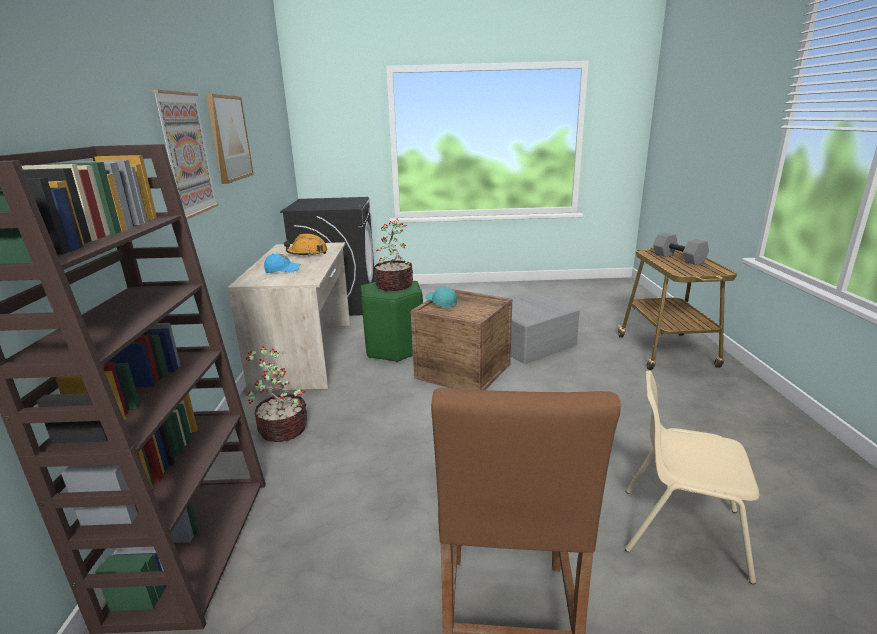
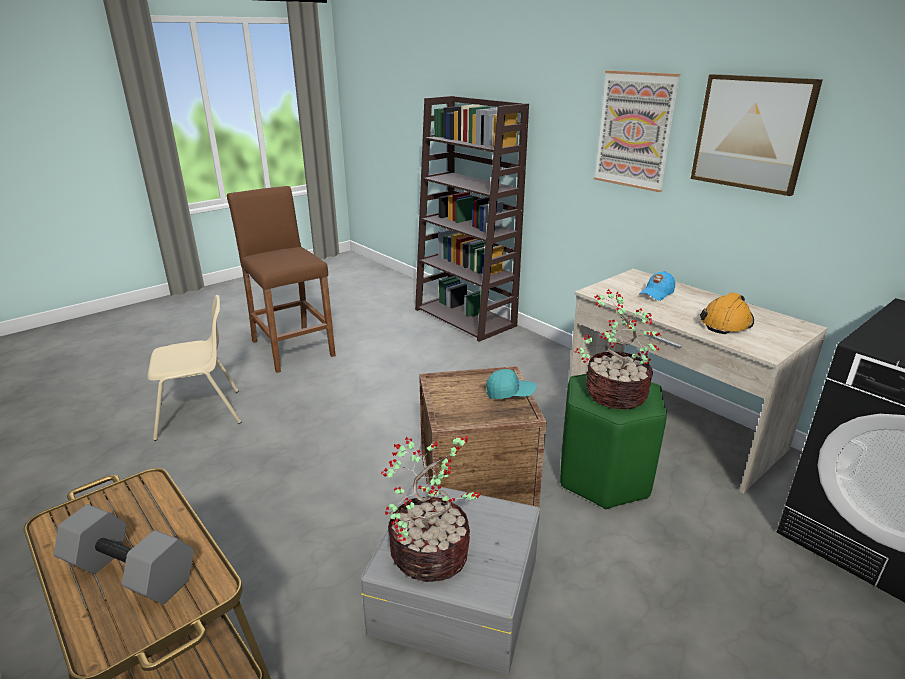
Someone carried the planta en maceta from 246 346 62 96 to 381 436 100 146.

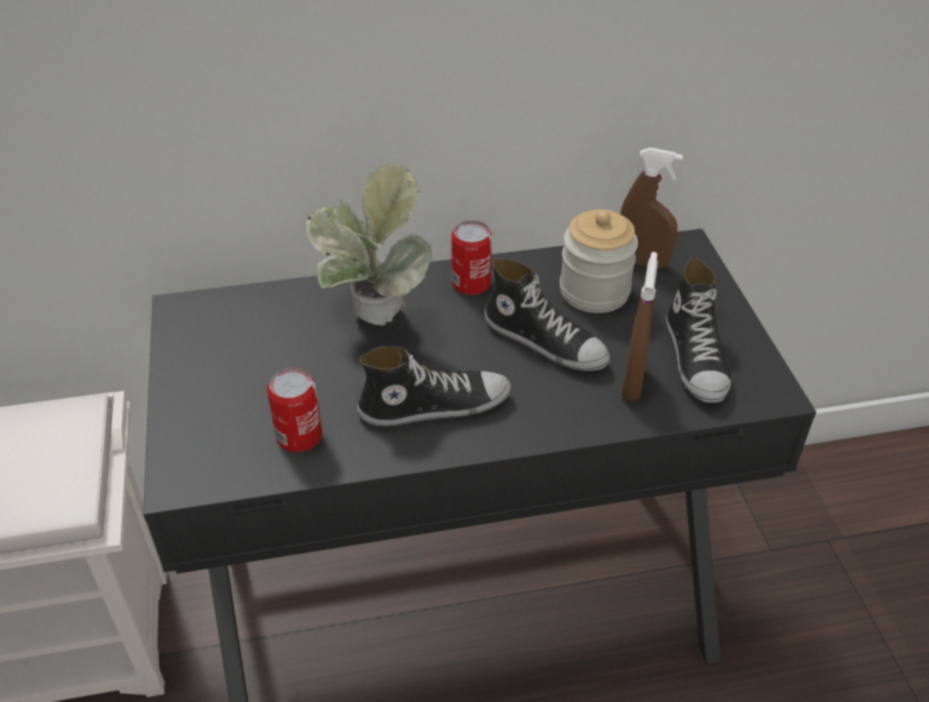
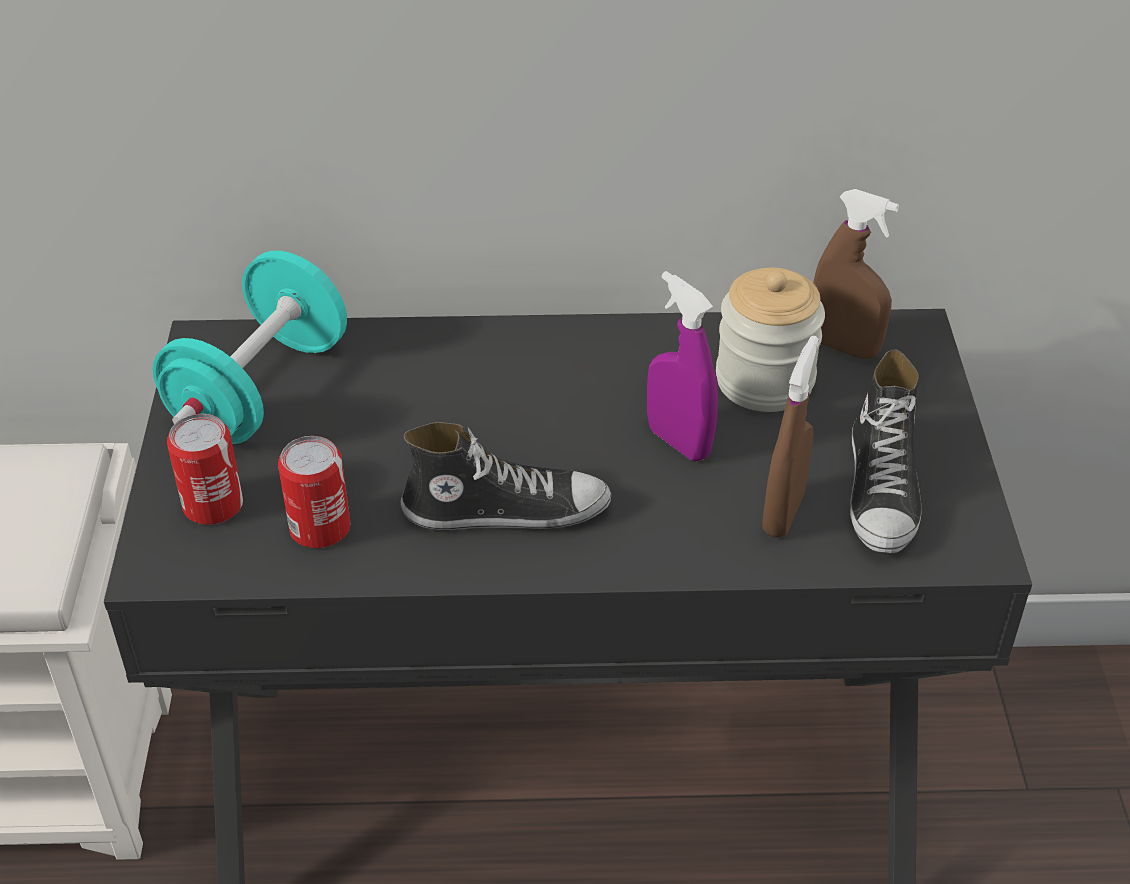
Someone took away the planta en maceta at 306 164 126 161. Someone carried the lata from 451 220 41 75 to 167 414 76 111. Someone swapped the zapato at 485 259 125 112 for the pulverizador (morado) at 647 271 71 190. Someone put down the mancuerna (turquesa) at 153 251 194 193.

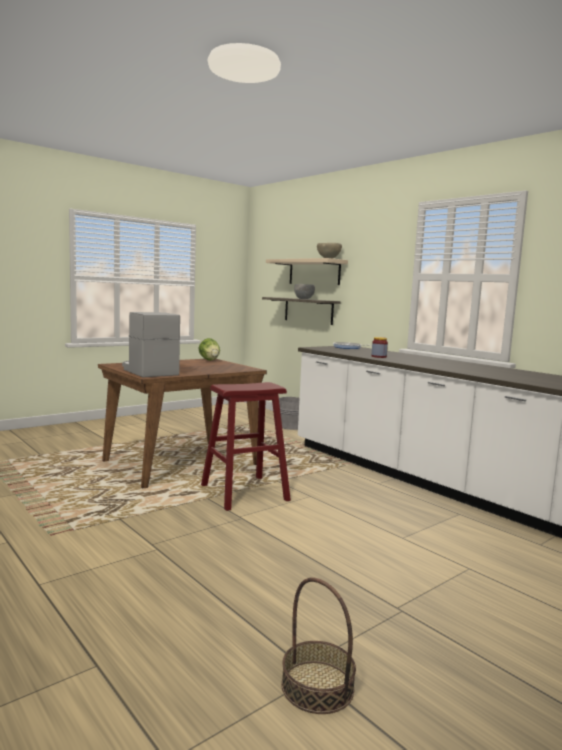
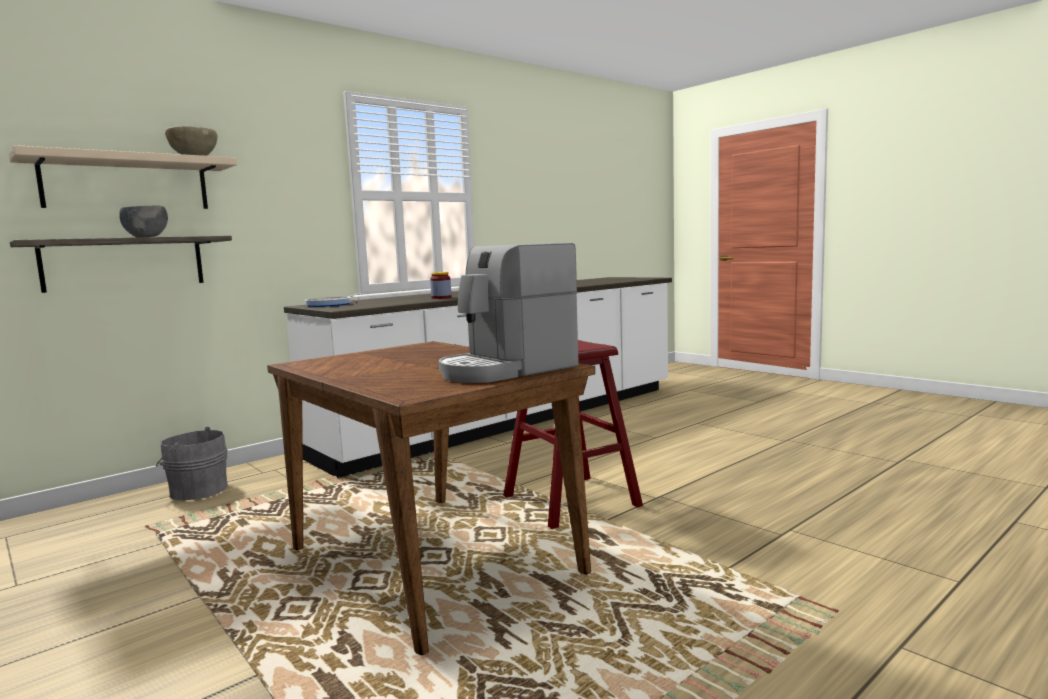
Someone took away the lechuga at 198 338 22 23. Someone took away the cesta at 281 577 75 137.

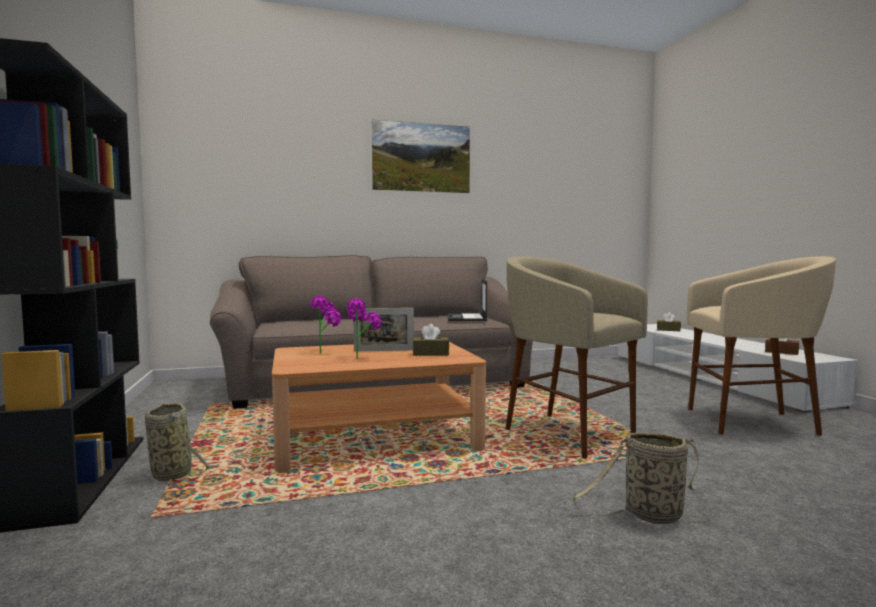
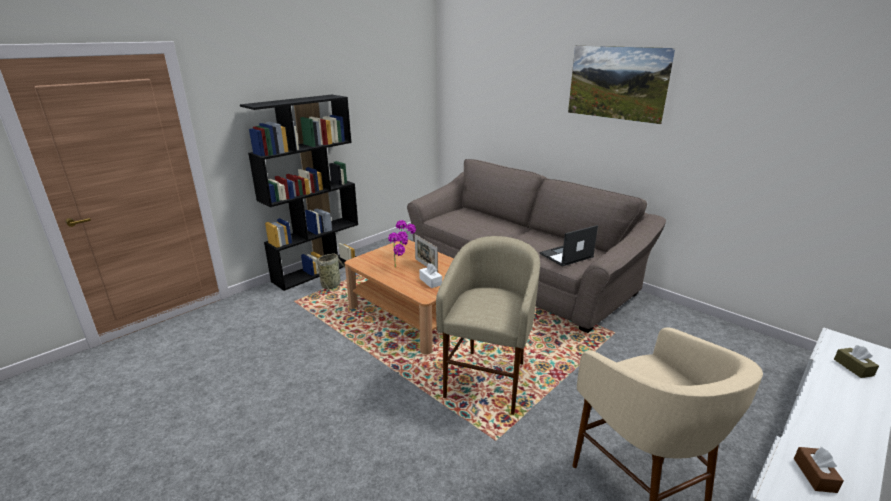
Someone repainted the caja de pañuelos (marrón) at 413 324 36 32, which became the caja de pañuelos (blanco) at 419 263 23 25. Someone took away the cesta at 571 432 141 92.

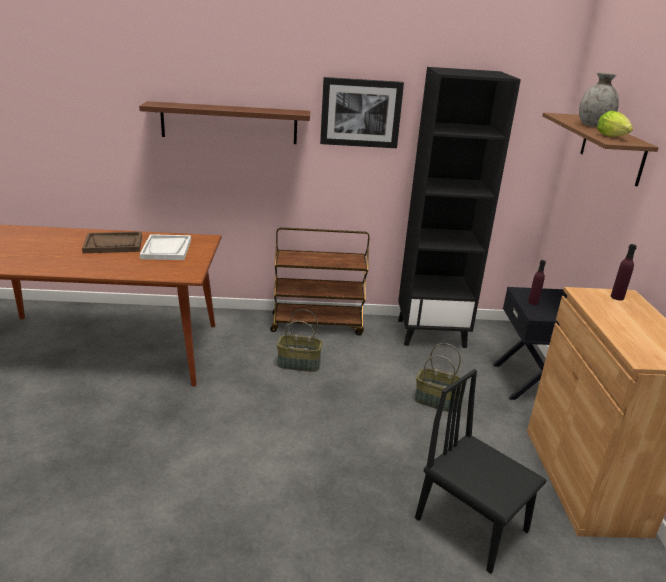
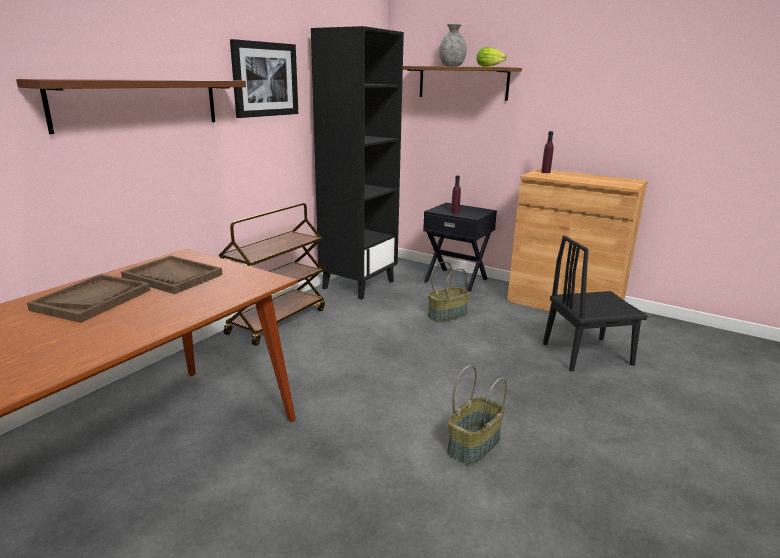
Someone repainted the bandeja (blanco) at 140 234 51 26, which became the bandeja (marrón) at 121 255 102 39. Someone carried the cesta from 277 309 46 63 to 447 365 60 101.

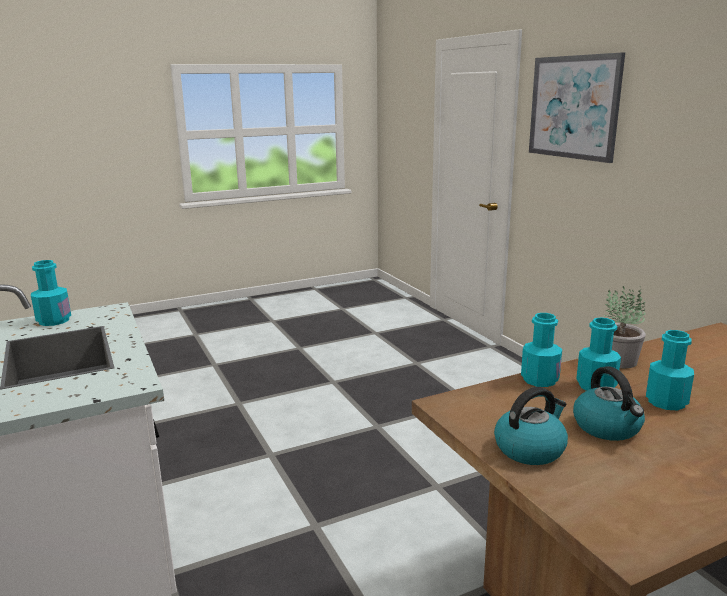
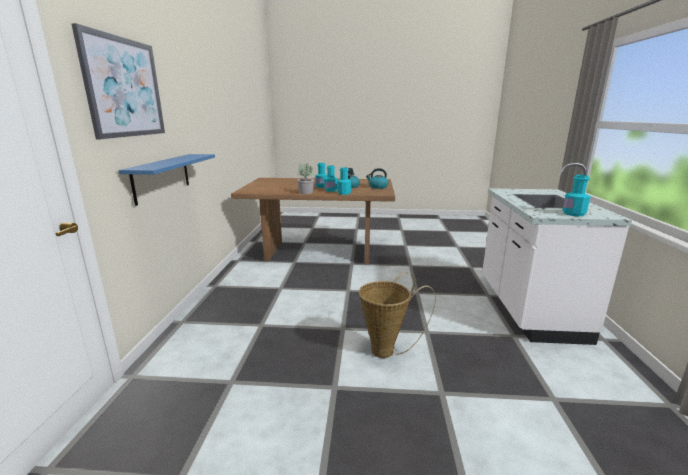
Someone put up the estante (azul) at 119 154 96 52. Someone put down the cesta at 359 272 77 86.

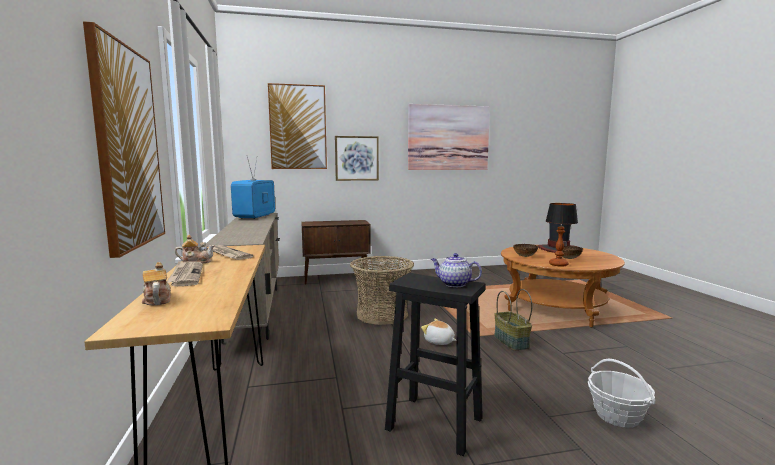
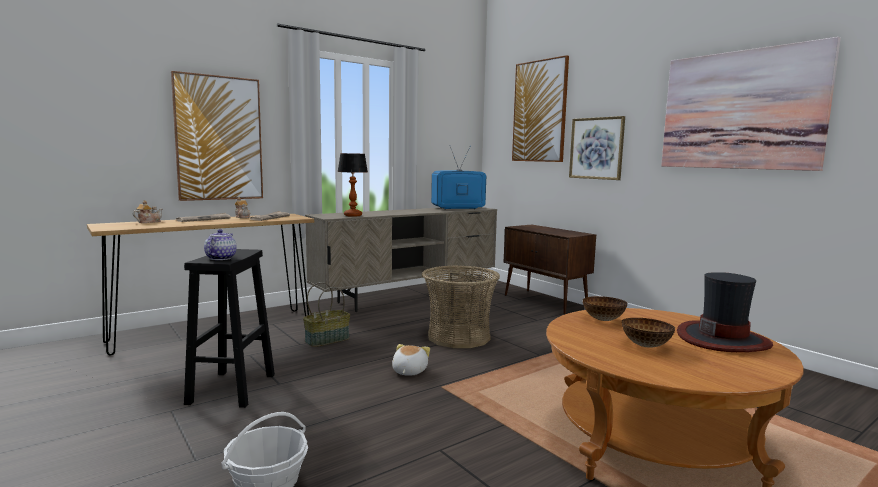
Someone carried the cesta from 494 289 38 62 to 303 282 47 65. Someone carried the lámpara de mesa from 546 203 32 64 to 337 153 31 64.

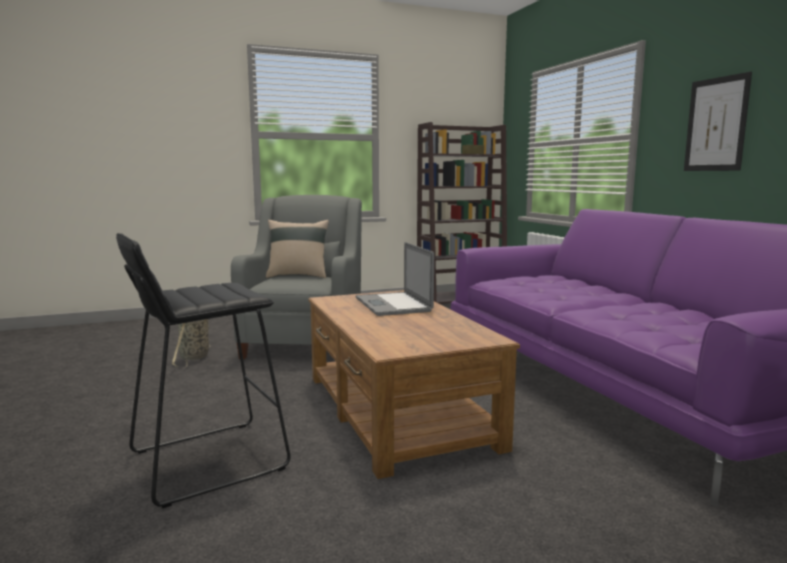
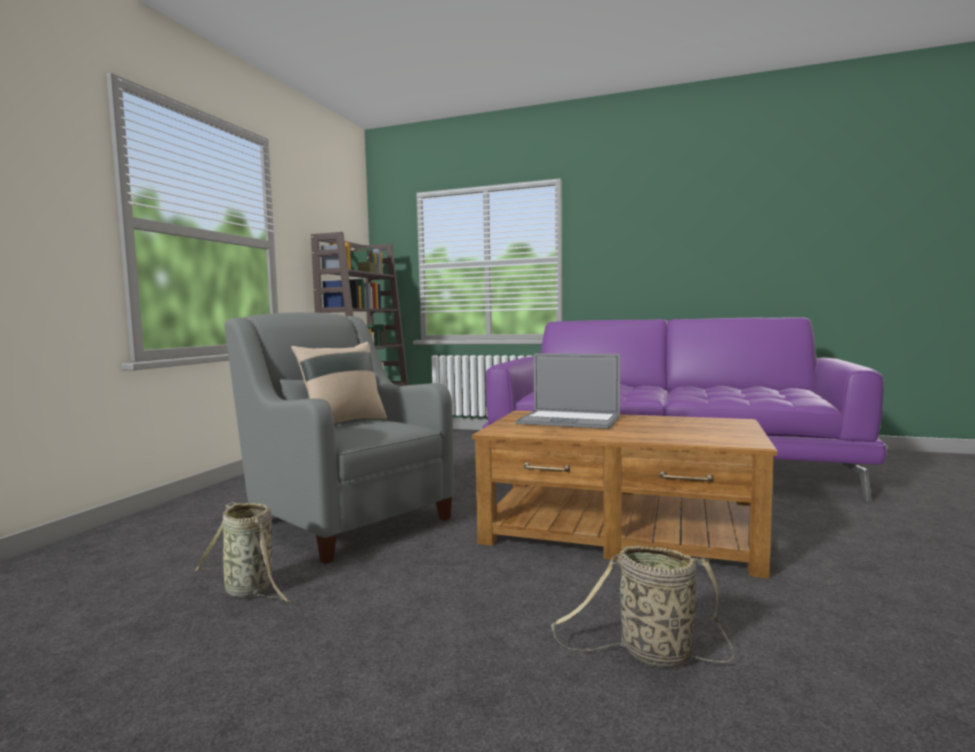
Someone swapped the taburete (negro) at 116 233 175 275 for the cesta at 551 545 183 123. Someone took away the cuadro at 684 72 68 99.

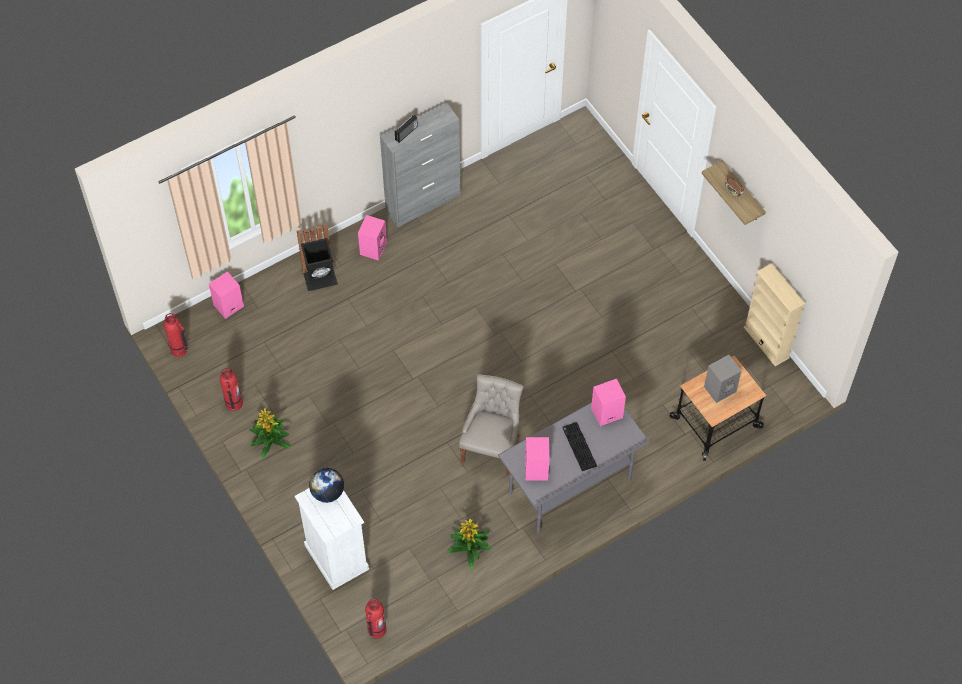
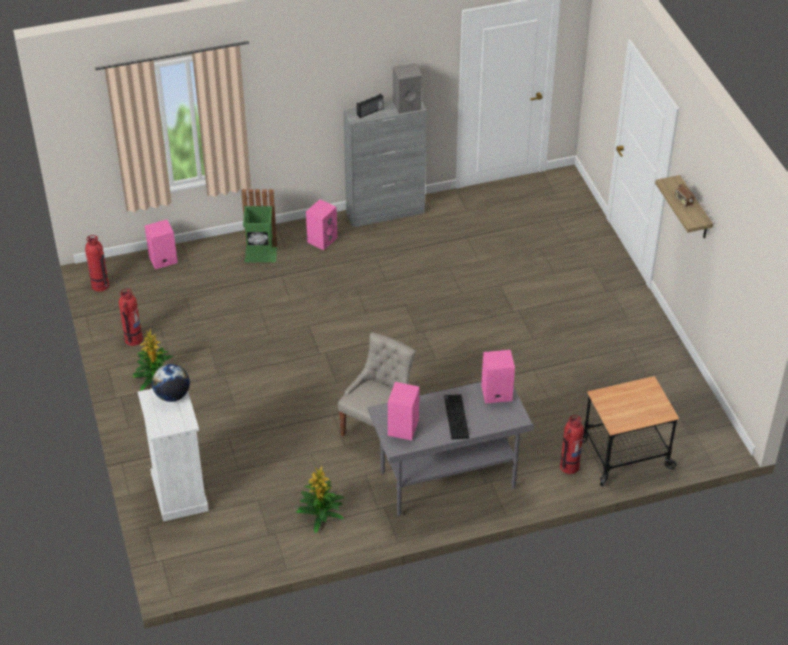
Someone repainted the papelera (negro) at 297 224 41 67, which became the papelera (verde) at 242 189 35 73. Someone carried the extintor from 365 599 21 40 to 560 415 24 59. Someone carried the altavoz (gris) from 704 355 38 48 to 393 63 29 51. Someone took away the estantería (beis) at 744 263 61 103.

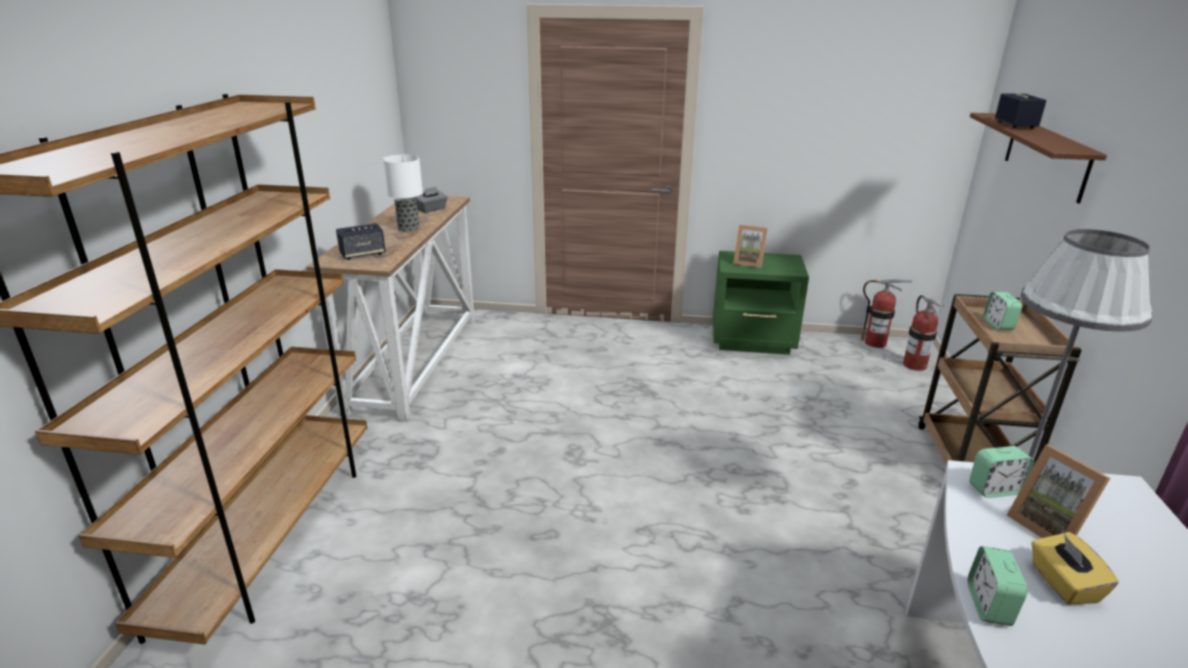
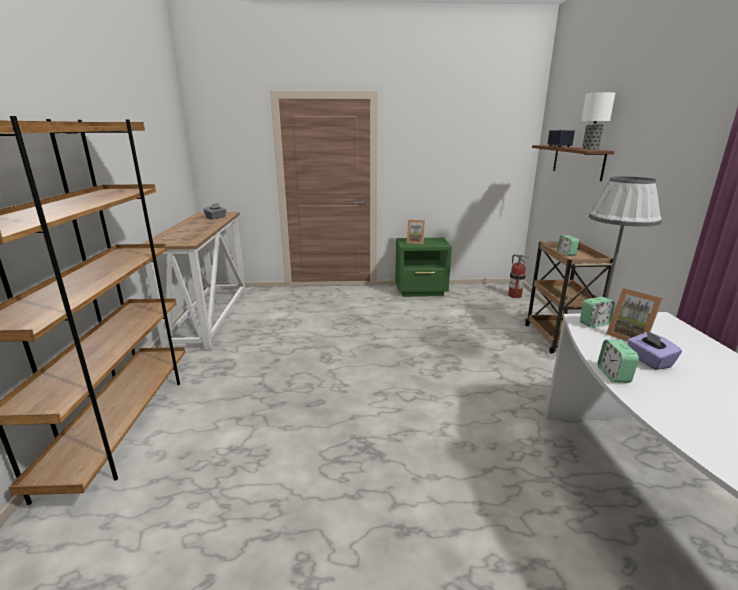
Someone took away the altavoz at 336 223 50 37. Someone carried the lámpara de mesa from 382 155 41 77 to 581 92 34 58. Someone took away the extintor at 861 279 51 69. Someone repainted the caja de pañuelos (amarillo) at 1031 532 88 73, which became the caja de pañuelos (morado) at 627 330 55 40.

